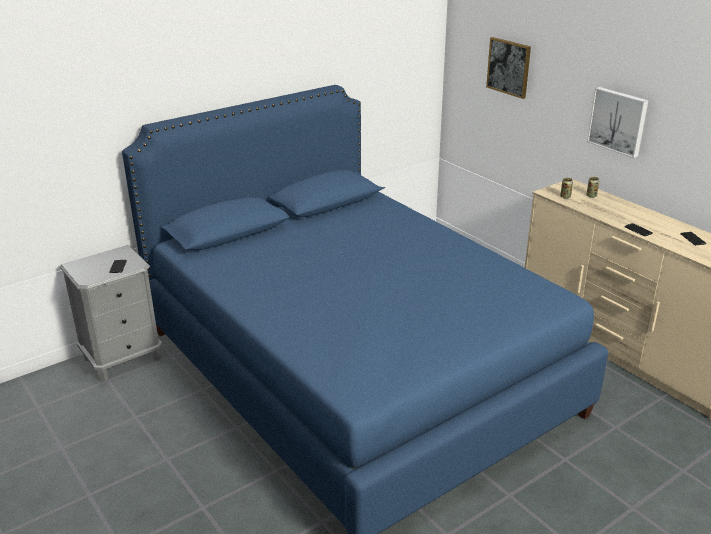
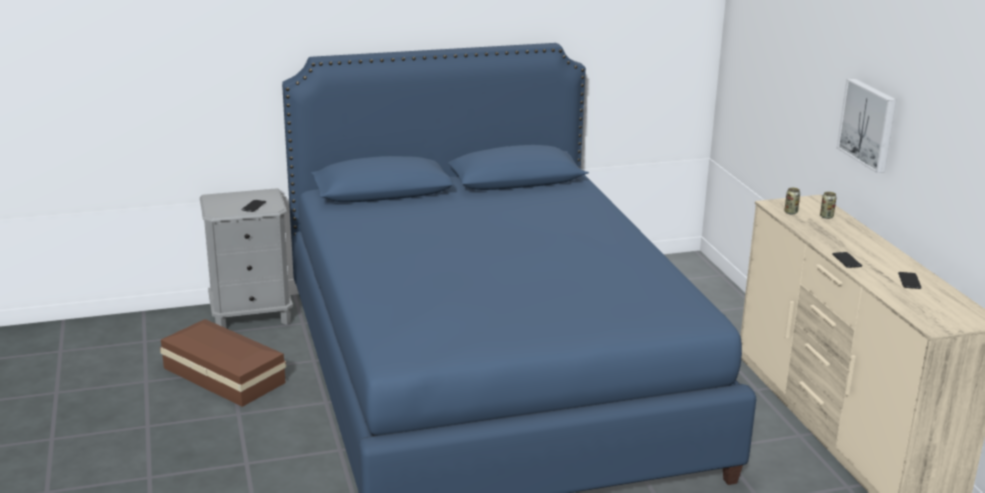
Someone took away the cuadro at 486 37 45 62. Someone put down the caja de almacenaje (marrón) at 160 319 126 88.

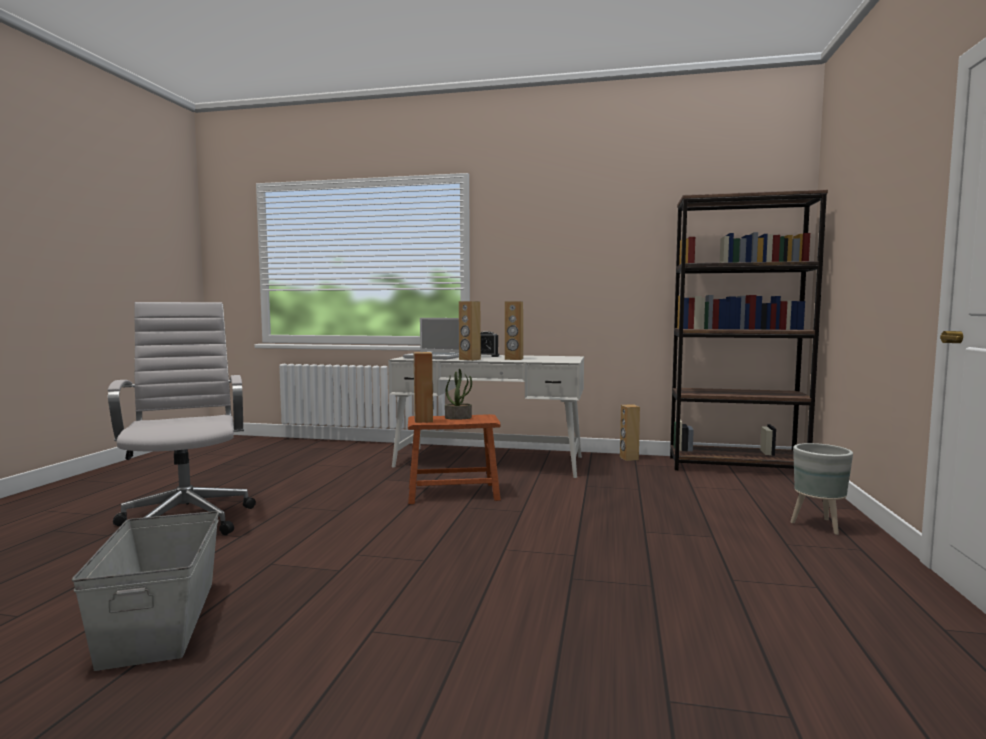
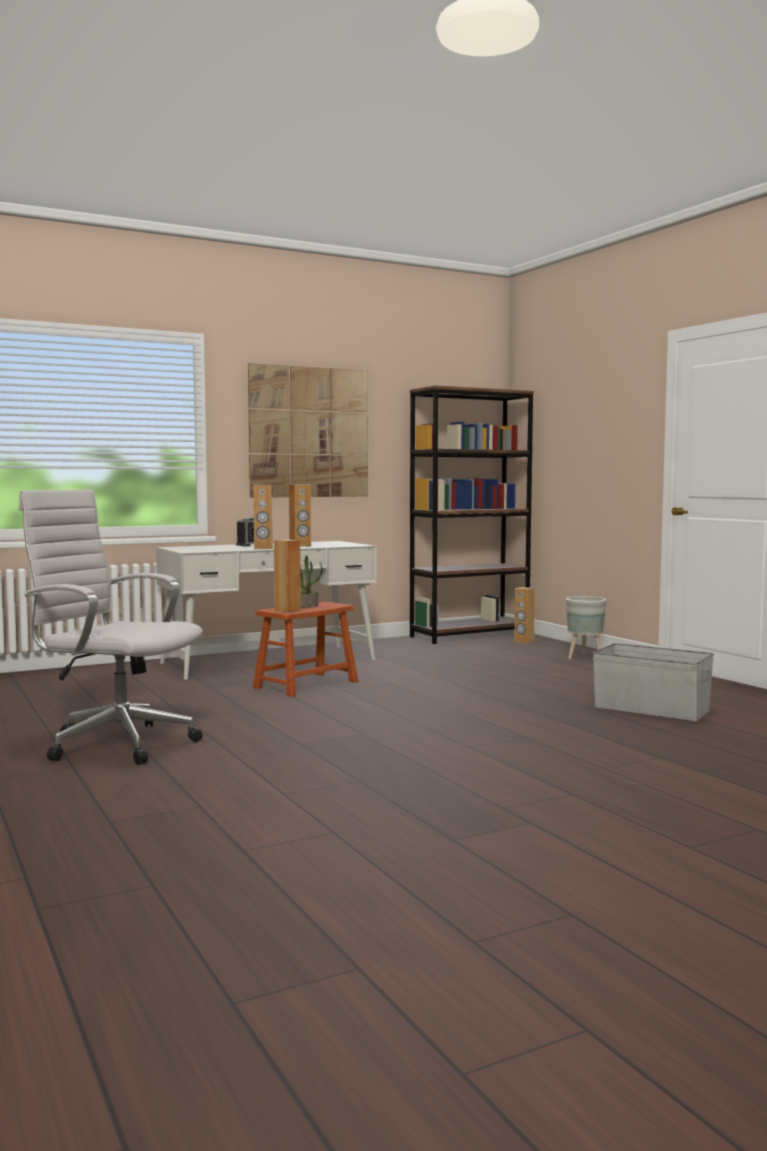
Someone carried the caja de almacenaje (gris) from 72 511 147 160 to 593 643 121 78. Someone took away the portátil at 403 318 56 42. Someone carried the altavoz (marrón) from 620 404 20 57 to 514 587 21 56. Someone put up the cuadro at 248 363 120 135.

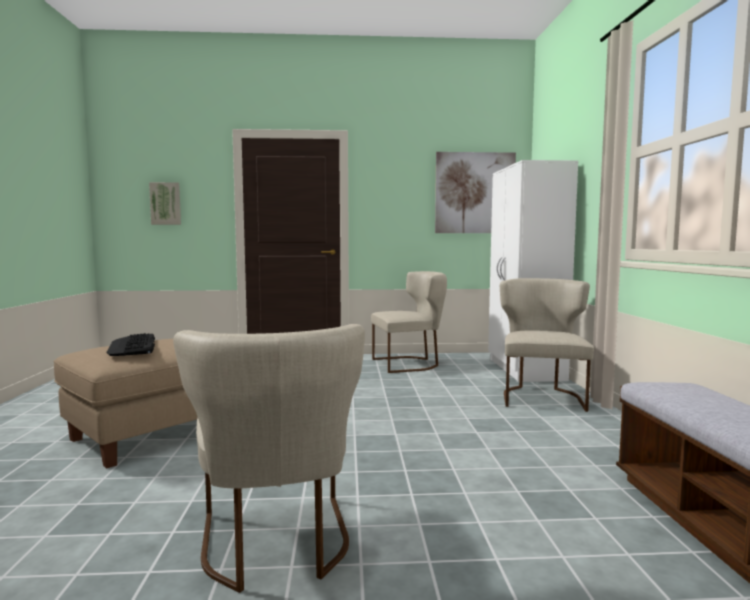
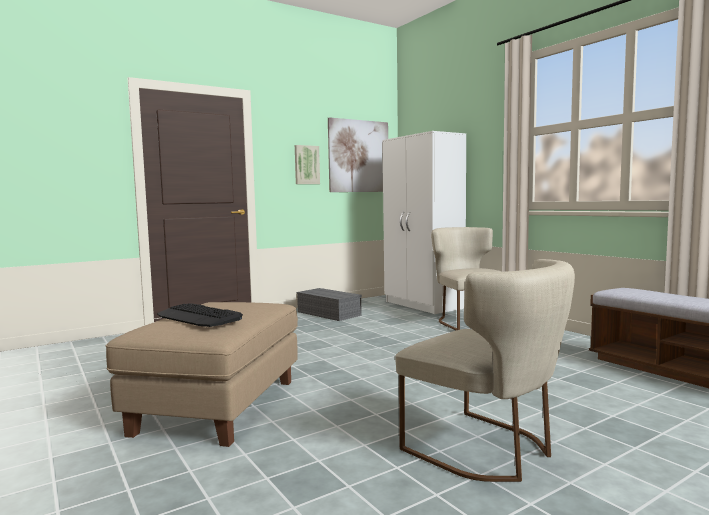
Someone carried the cuadro from 149 182 32 43 to 295 145 25 39. Someone swapped the silla (beis) at 371 271 76 102 for the caja de almacenaje (gris) at 297 288 65 33.

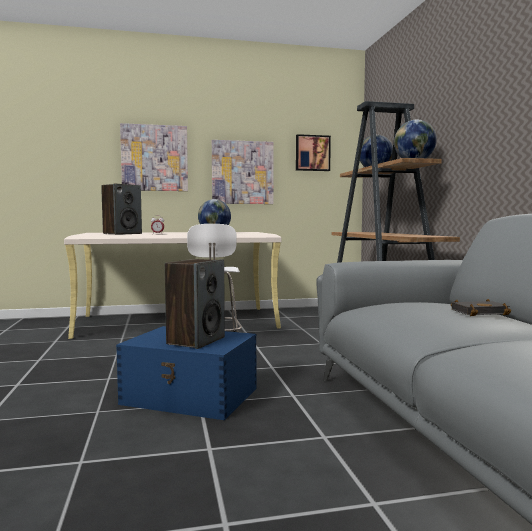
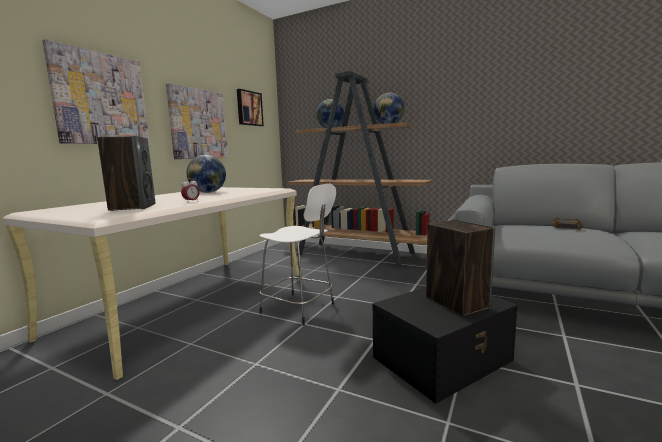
Someone repainted the caja de almacenaje (azul) at 116 326 141 94, which became the caja de almacenaje (negro) at 372 287 146 117.

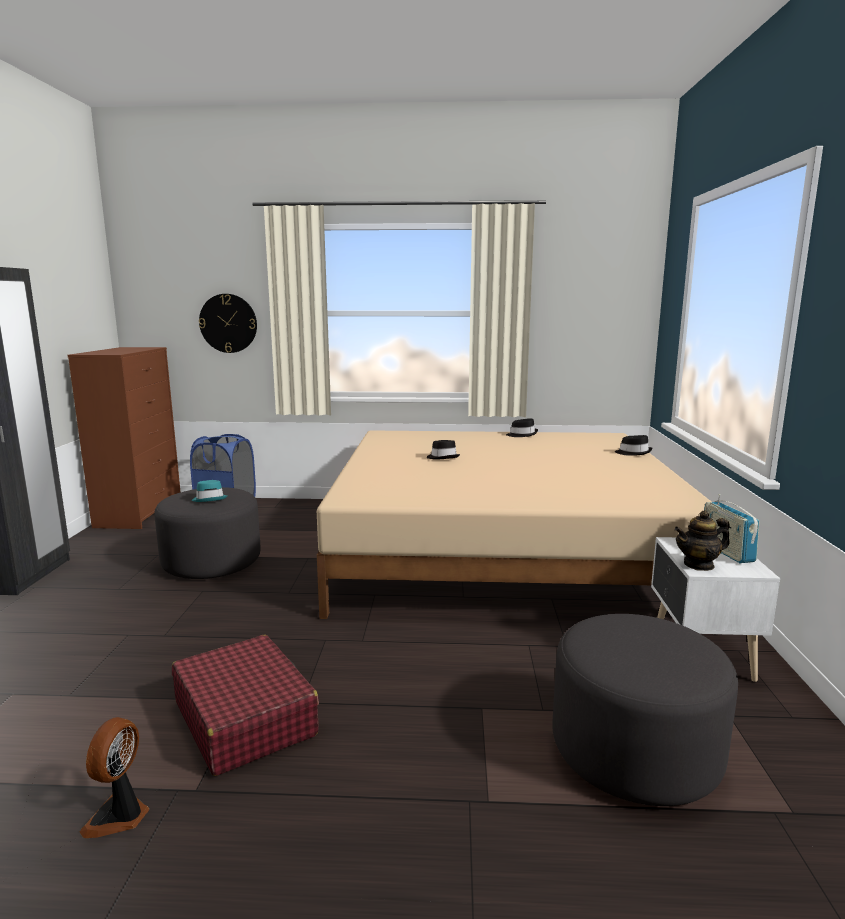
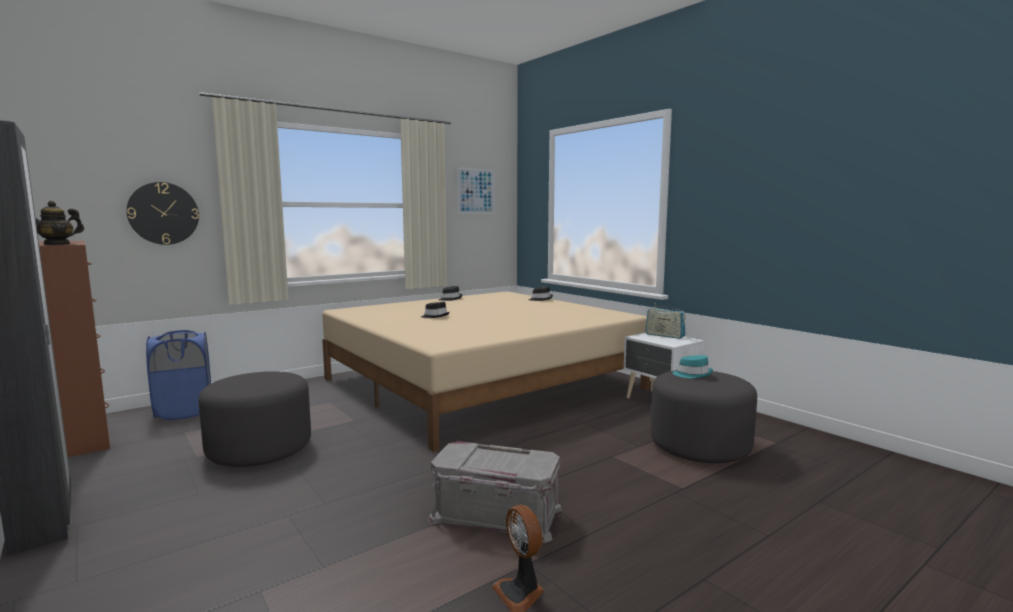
Someone swapped the maleta (rojo) at 172 635 147 141 for the caja de almacenaje (gris) at 428 441 135 102. Someone carried the sombrero (turquesa) from 192 480 35 22 to 673 355 40 23. Someone carried the tetera from 674 510 56 61 to 35 201 49 44. Someone put up the cuadro at 457 168 38 46.

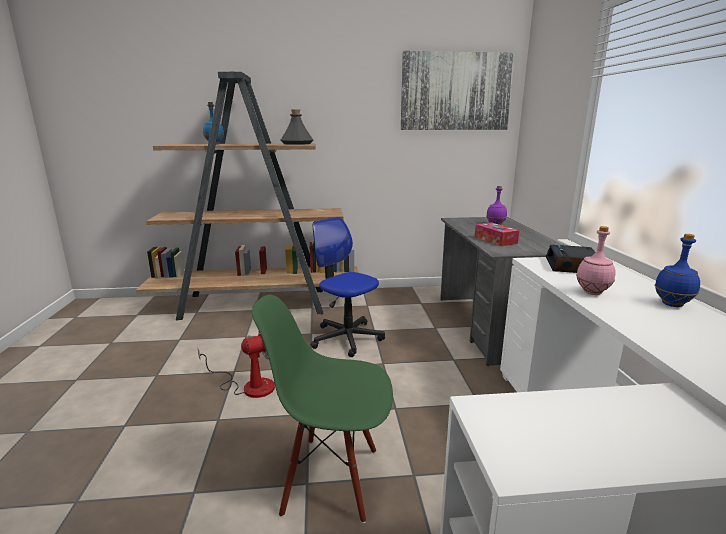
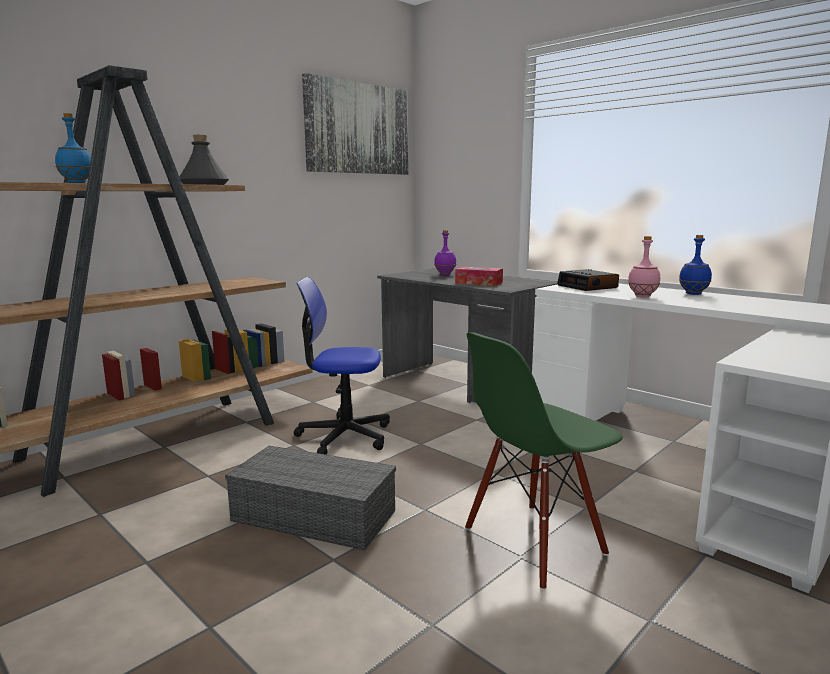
Someone swapped the ventilador at 198 332 77 66 for the caja de almacenaje (gris) at 225 446 171 104.

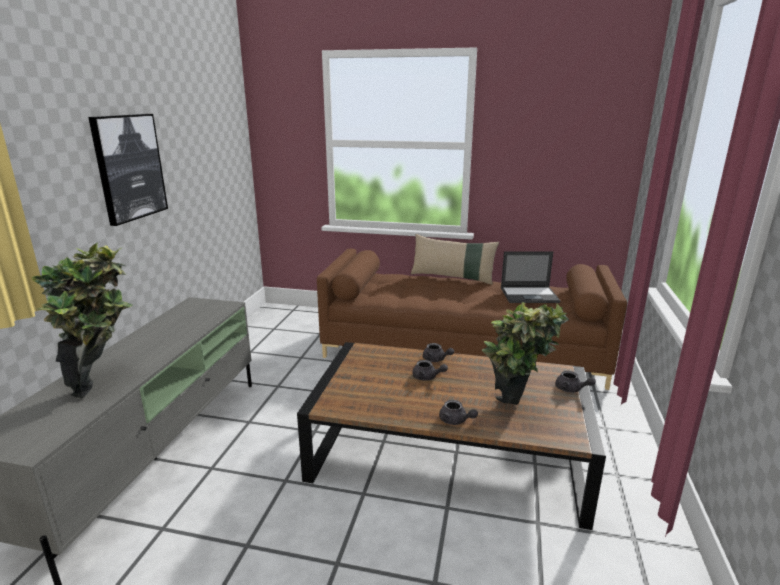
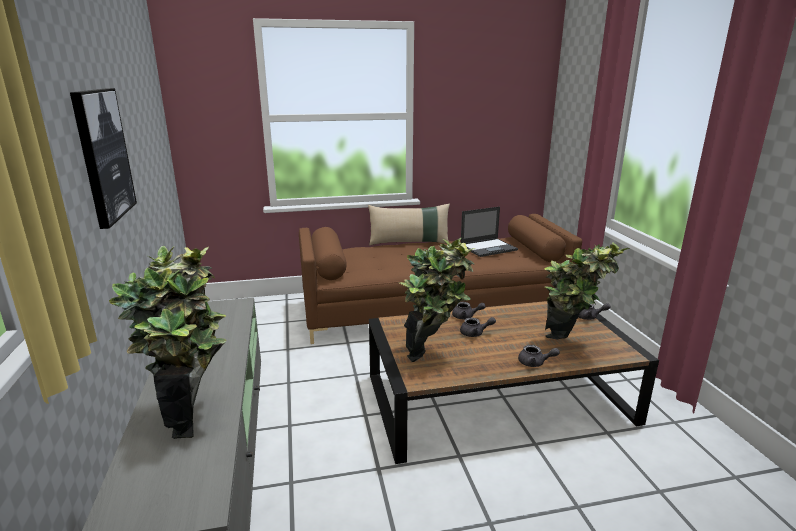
Someone put down the planta en maceta at 400 237 75 125.

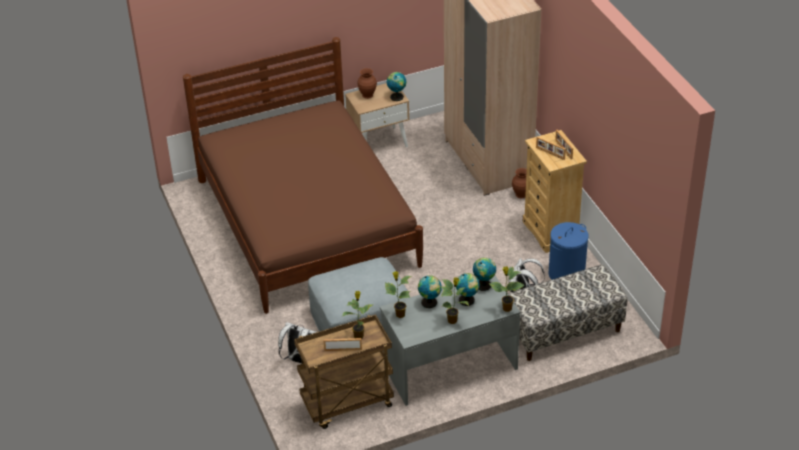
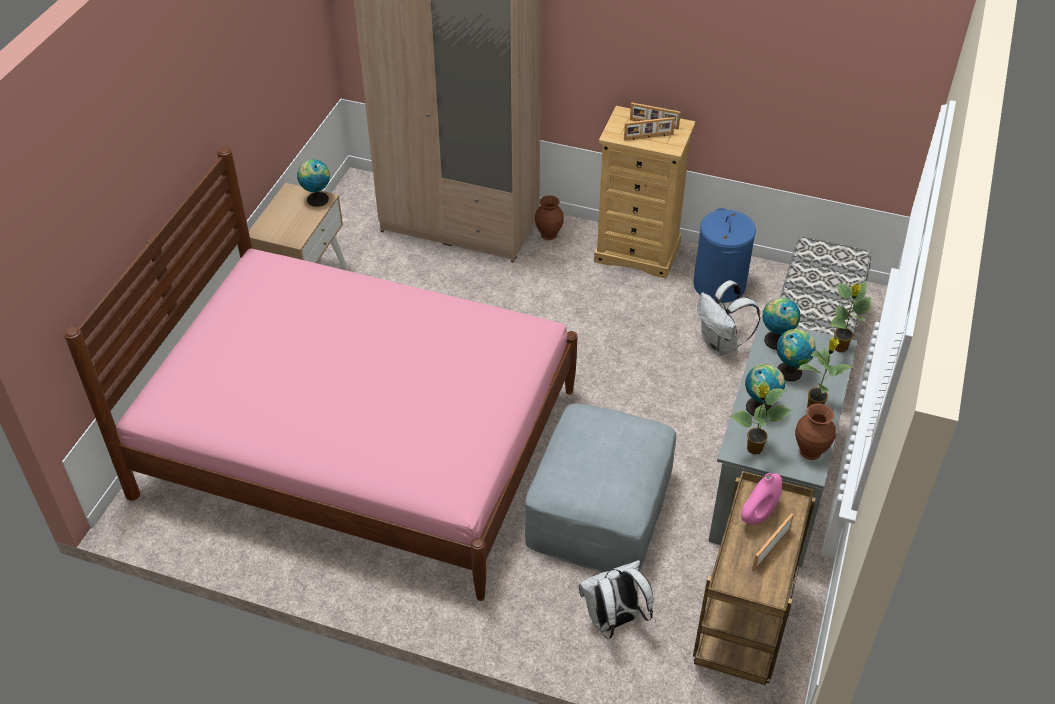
Someone repainted the cama (marrón) at 183 37 240 277, which became the cama (rosa) at 64 146 514 455. Someone swapped the planta en maceta at 342 291 32 48 for the florero (rosa) at 741 473 41 51. Someone carried the florero (marrón) from 358 68 19 31 to 795 404 41 56.

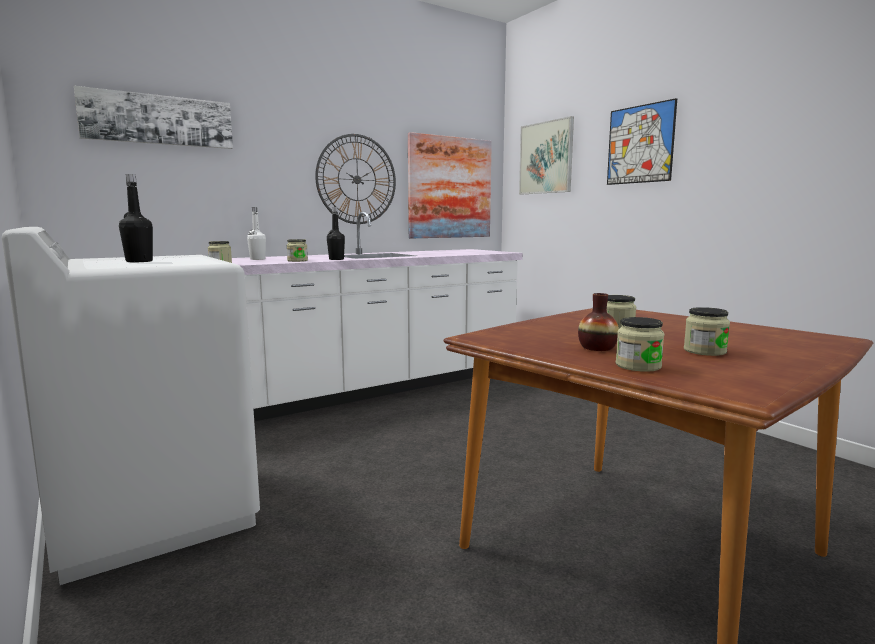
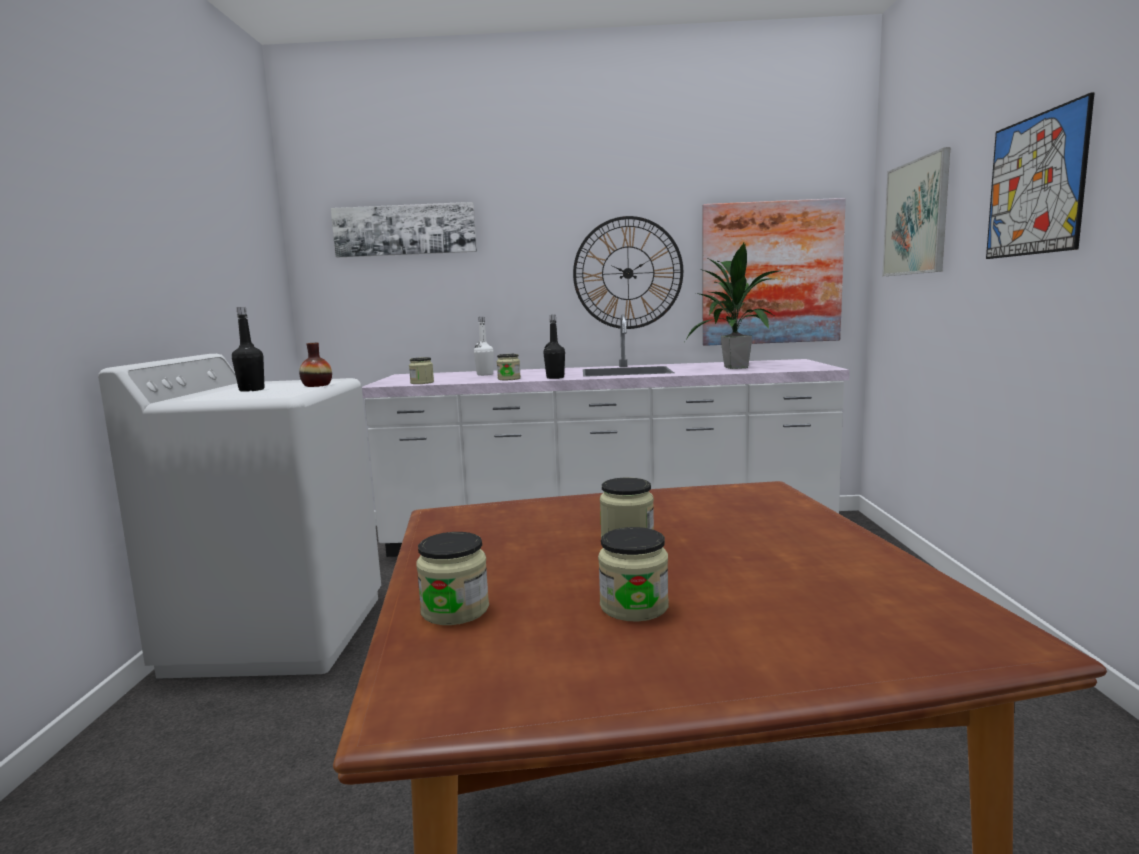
Someone carried the florero from 578 293 41 58 to 299 343 33 44. Someone put down the planta en maceta at 683 242 102 127.

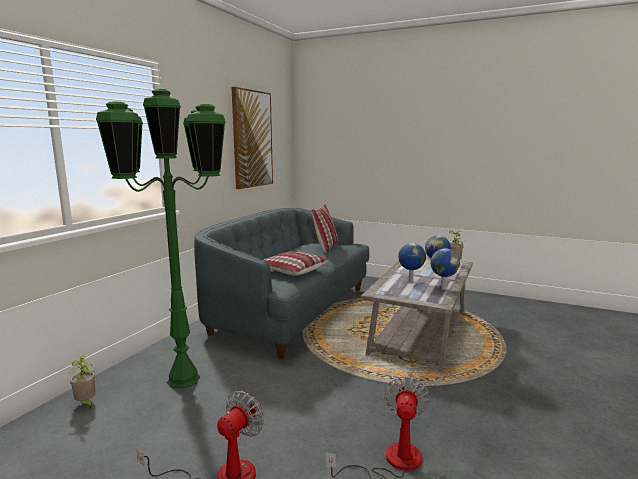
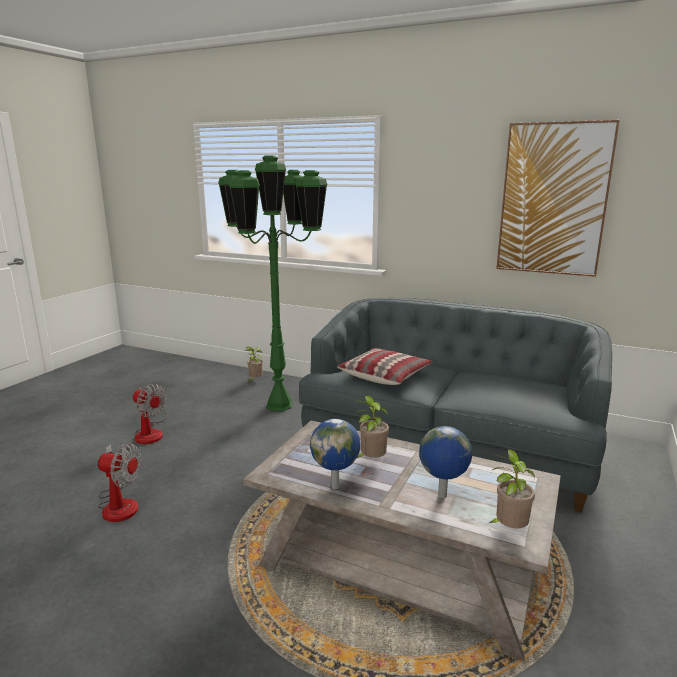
Someone took away the cojín at 311 204 27 49. Someone swapped the globo terráqueo at 398 243 28 39 for the planta en maceta at 355 395 34 63.

